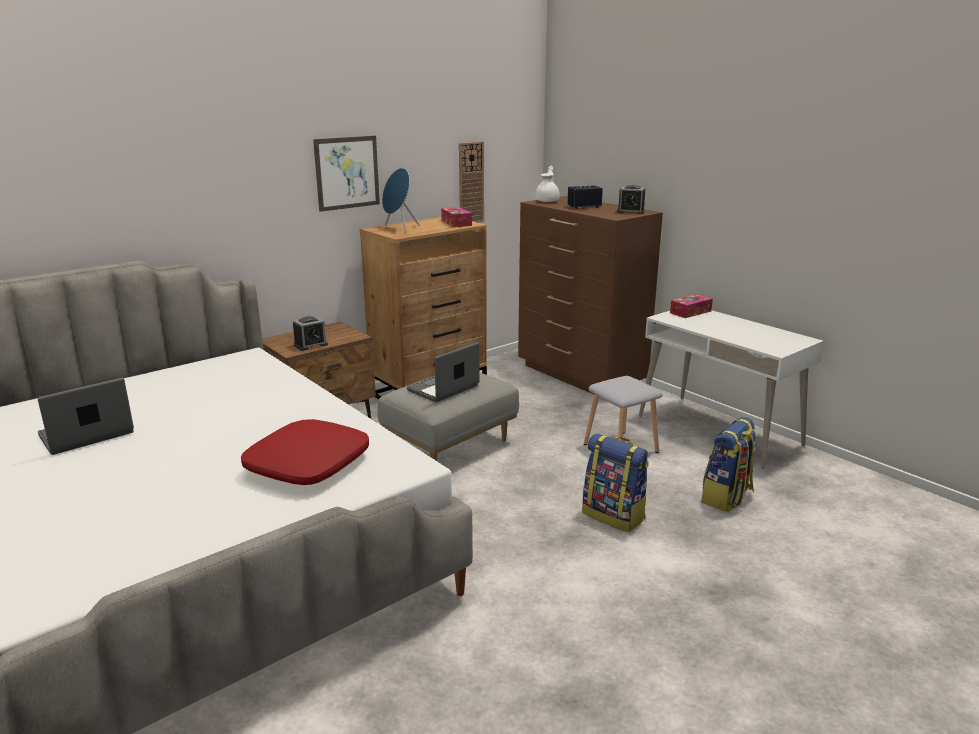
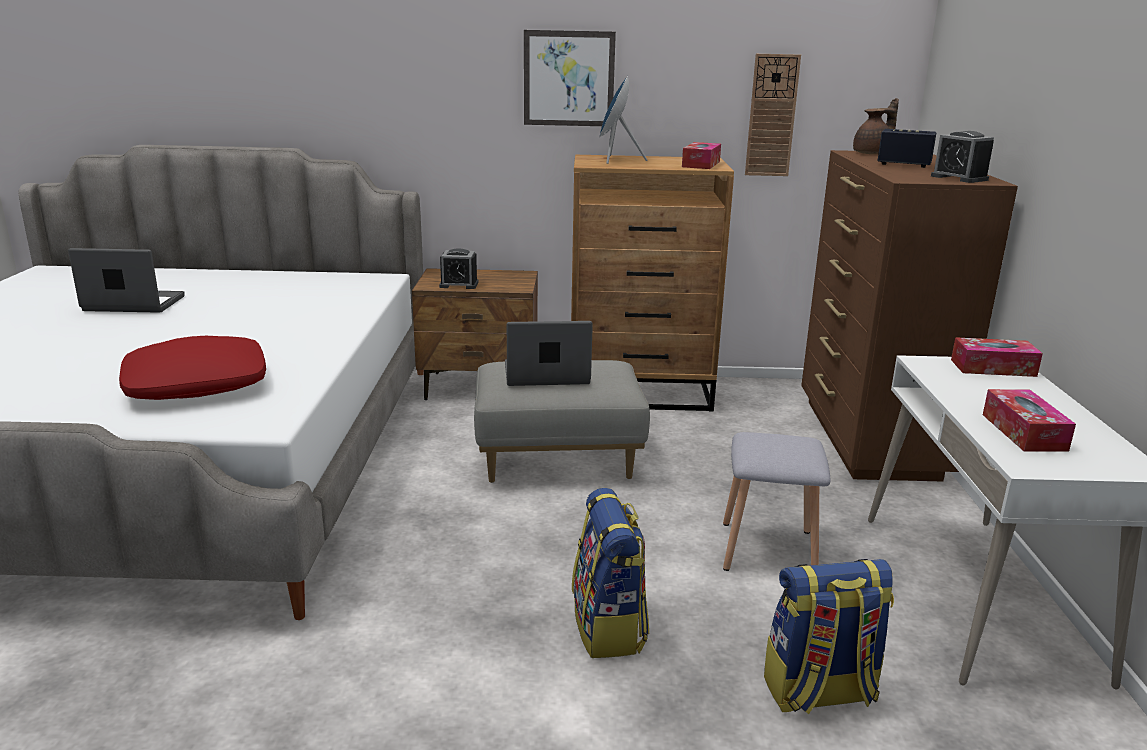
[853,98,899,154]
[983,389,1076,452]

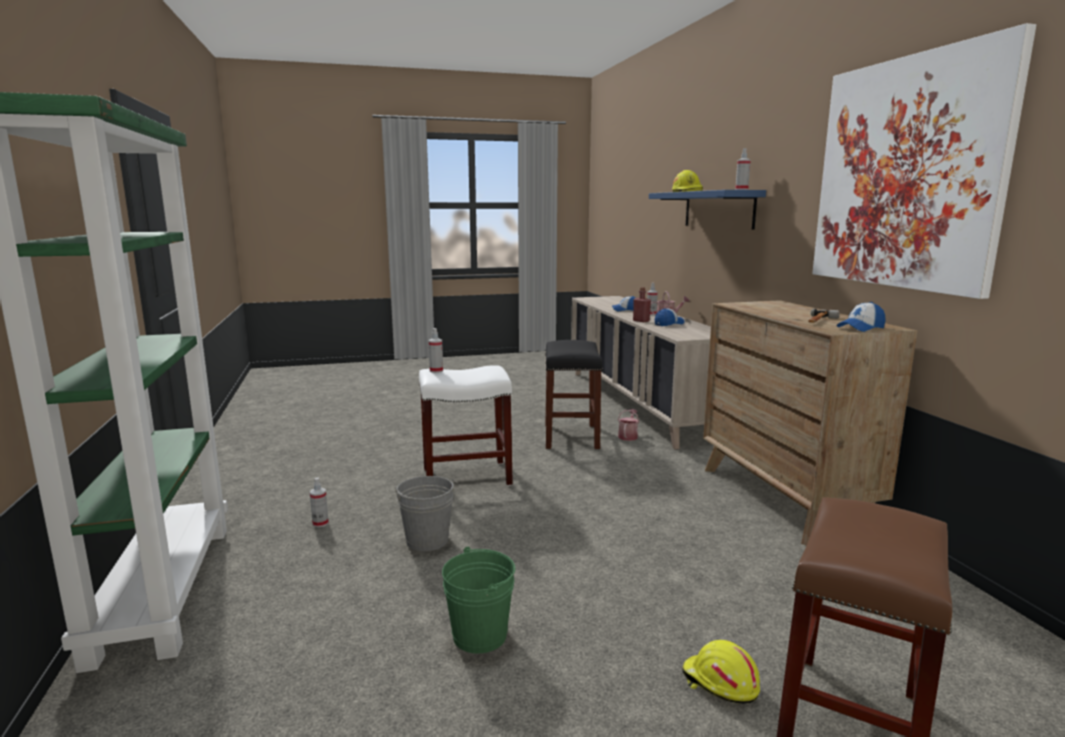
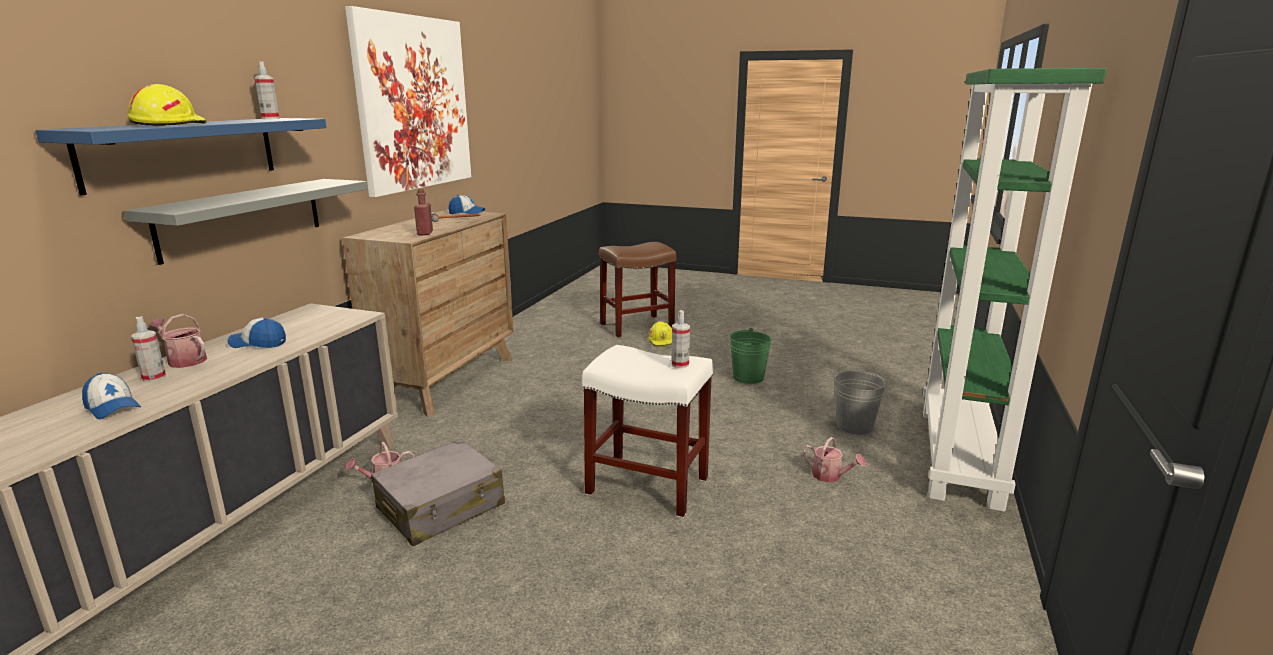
[123,179,368,265]
[371,439,505,546]
[414,189,433,235]
[803,437,866,482]
[831,371,889,435]

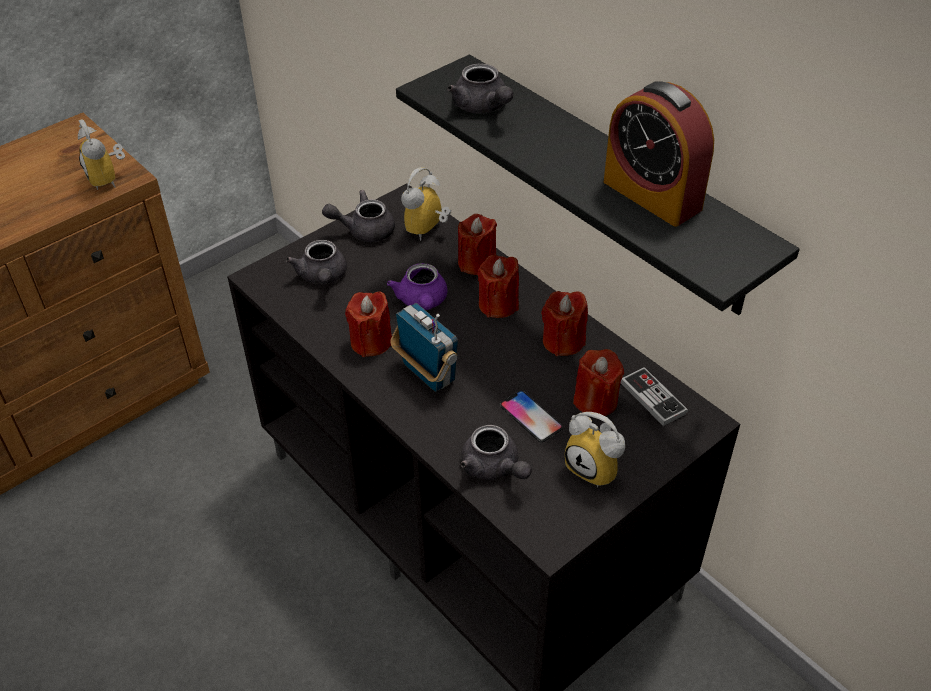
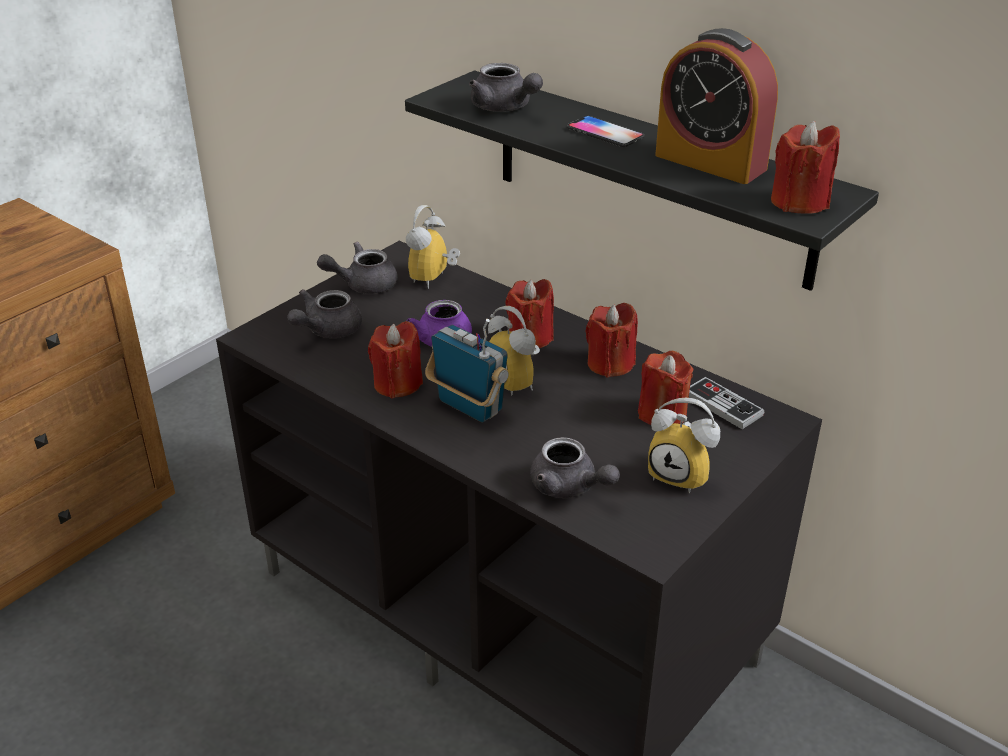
[287,289,362,338]
[488,306,540,396]
[567,116,645,147]
[771,121,840,214]

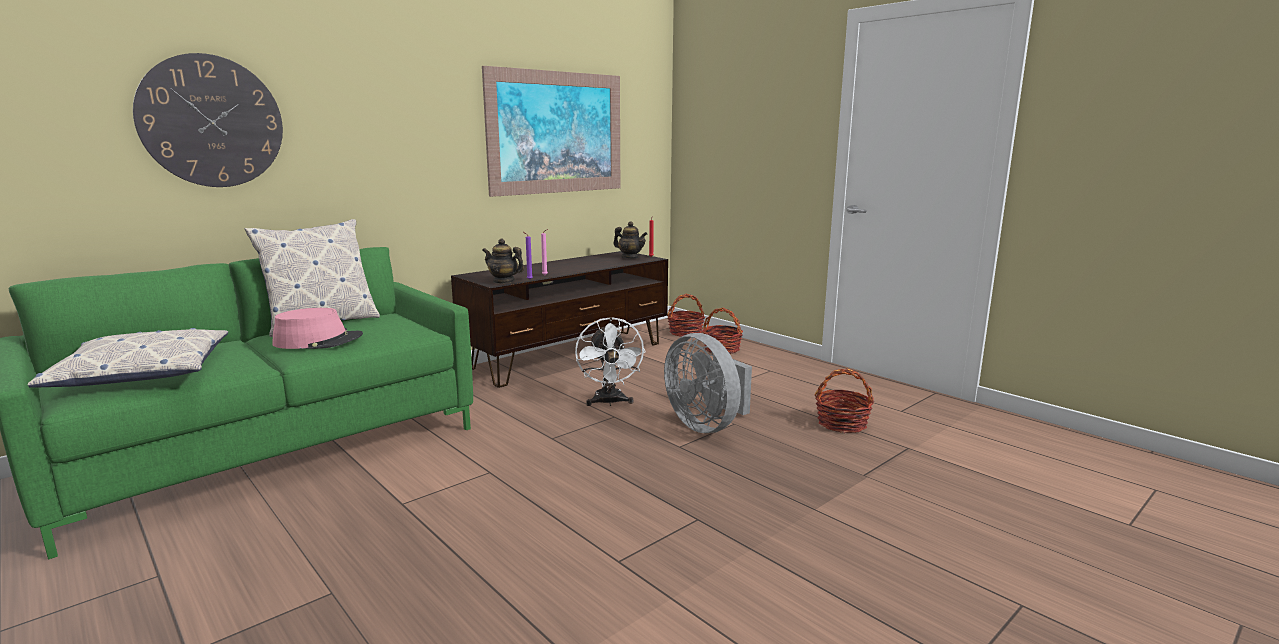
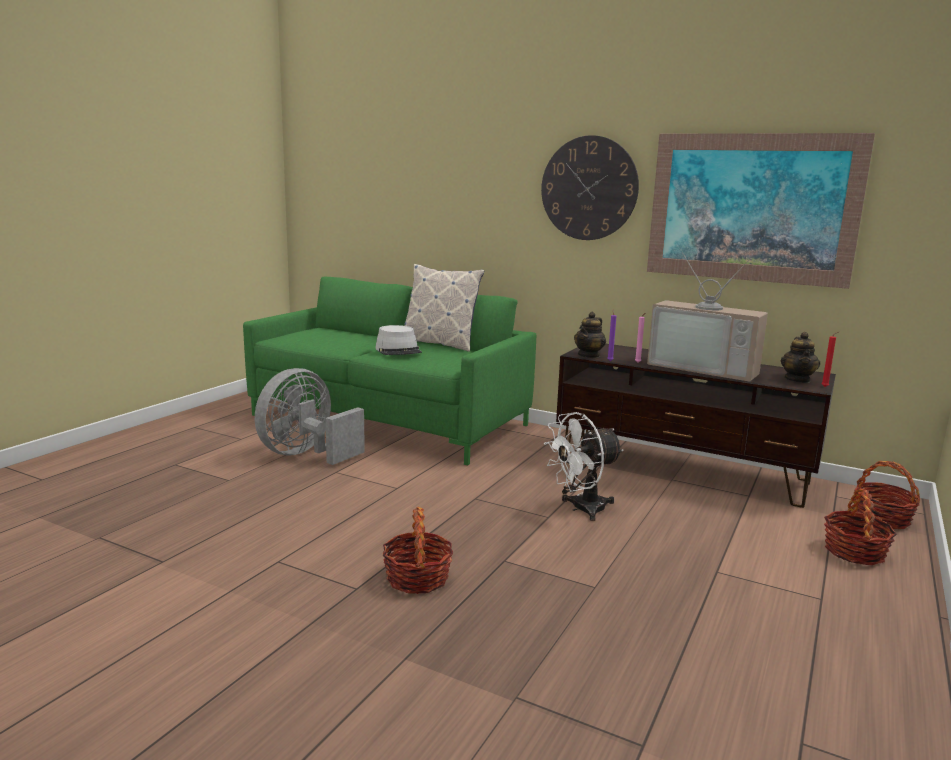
[255,368,365,465]
[376,325,422,355]
[382,507,453,594]
[541,135,639,240]
[574,312,606,358]
[647,252,768,381]
[27,328,228,388] (first image)

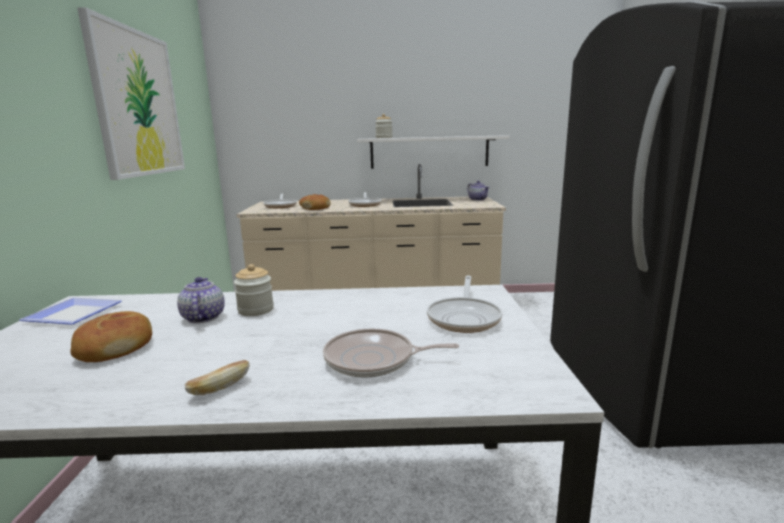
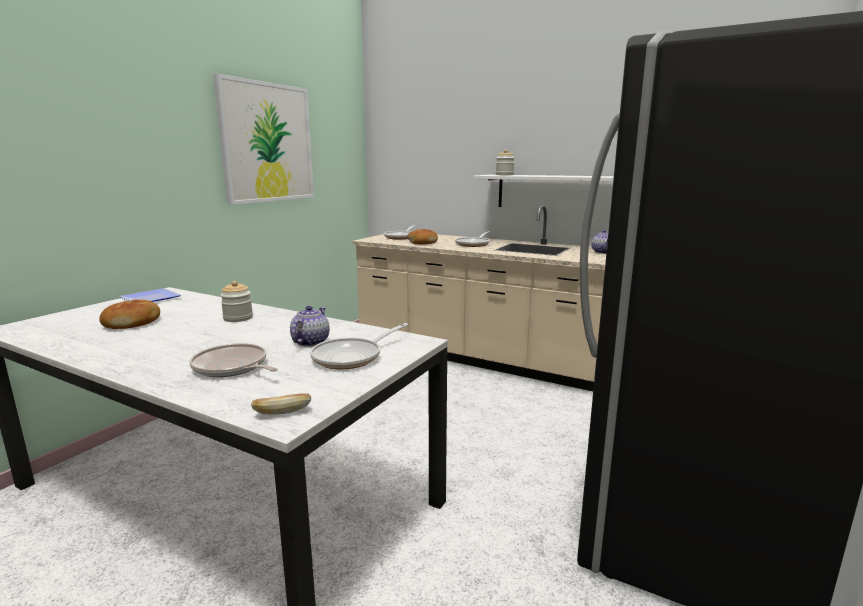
[251,393,311,415]
[290,306,330,347]

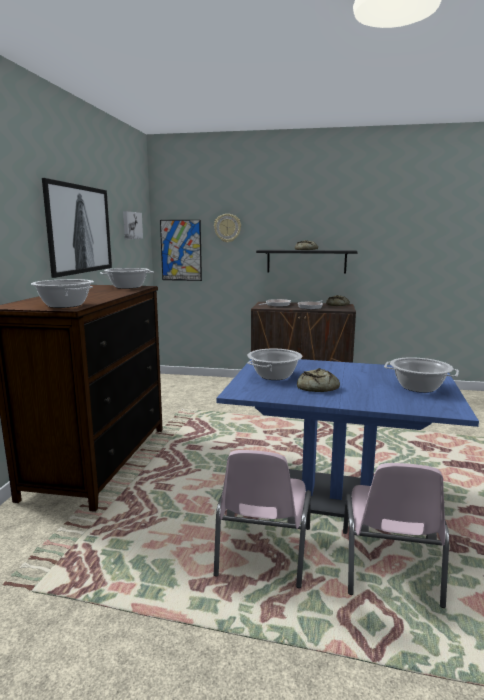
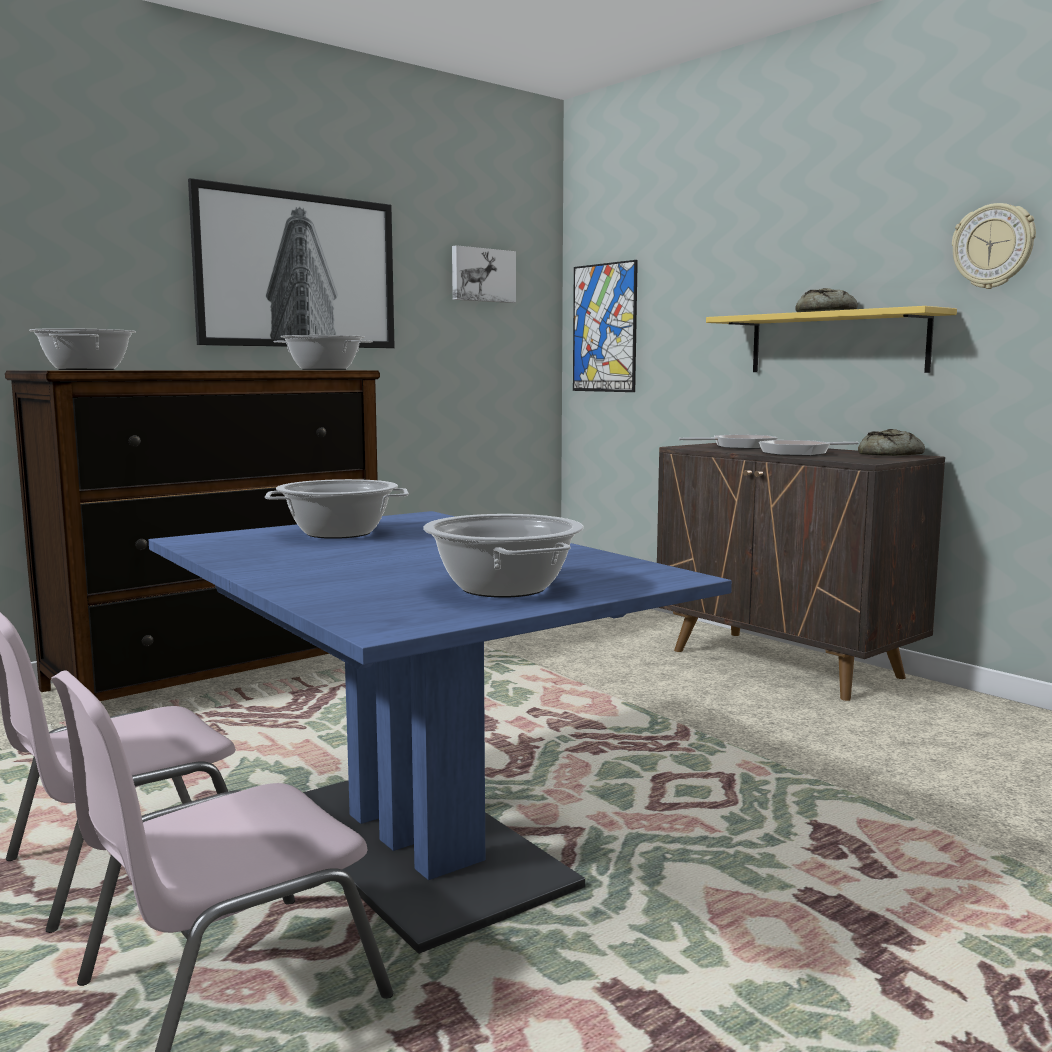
[706,306,957,373]
[952,203,1036,289]
[297,368,340,392] (first image)

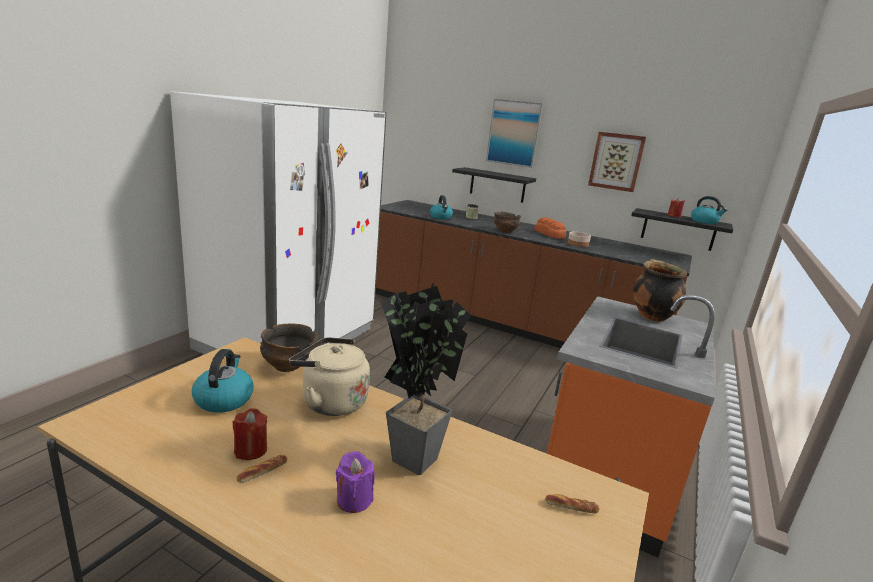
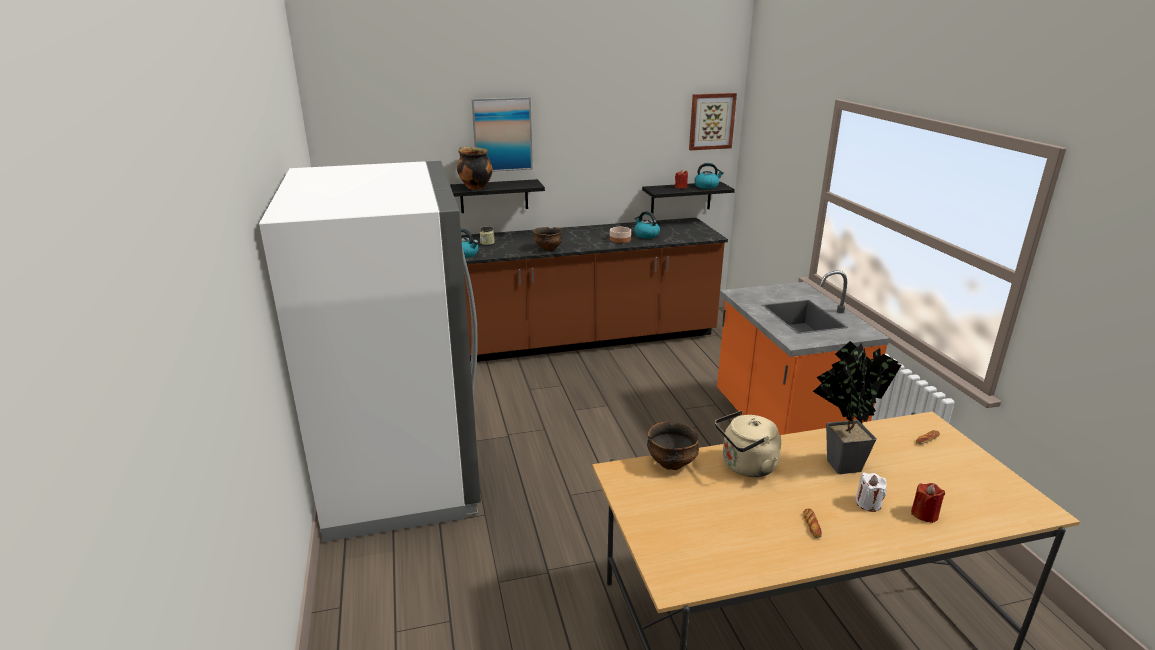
[457,147,493,190]
[634,211,660,239]
[689,93,737,150]
[856,472,887,512]
[911,483,945,523]
[534,217,566,239] (first image)

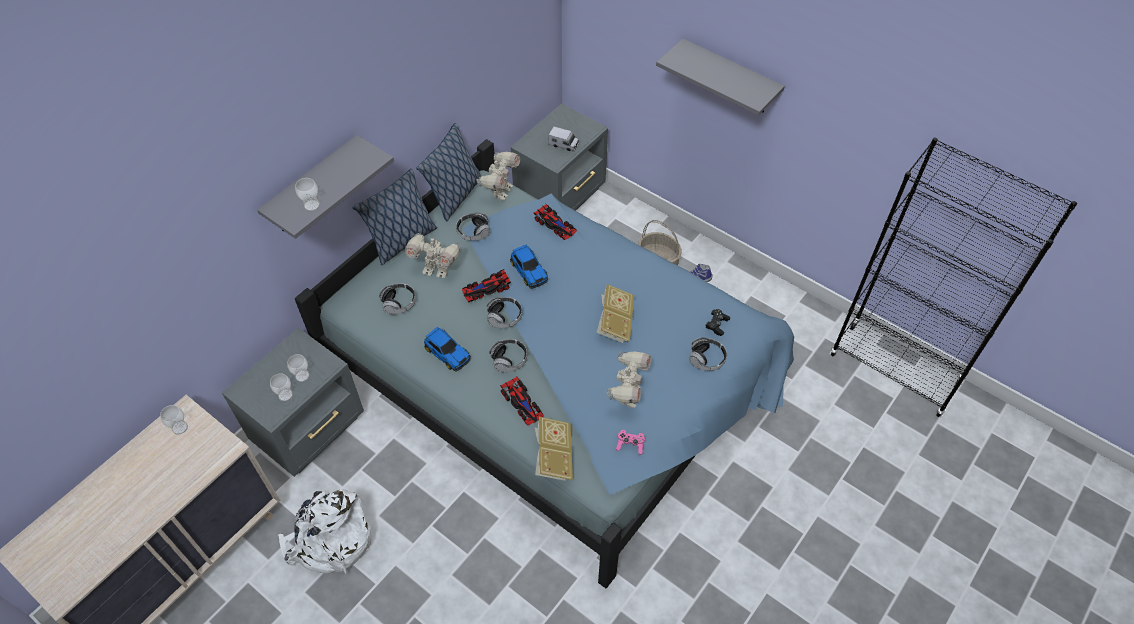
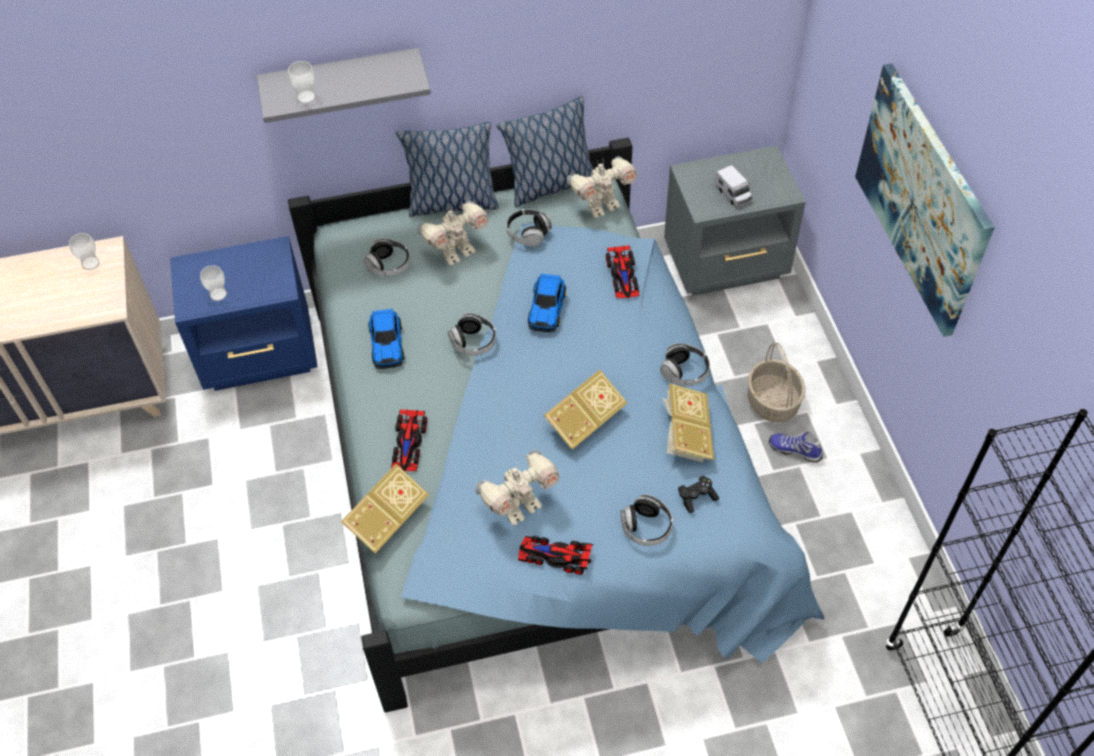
[170,236,318,391]
[417,201,489,265]
[518,536,593,575]
[660,343,710,386]
[663,383,714,462]
[855,63,995,337]
[278,489,372,574] (first image)
[287,354,310,382] (first image)
[616,430,645,455] (first image)

